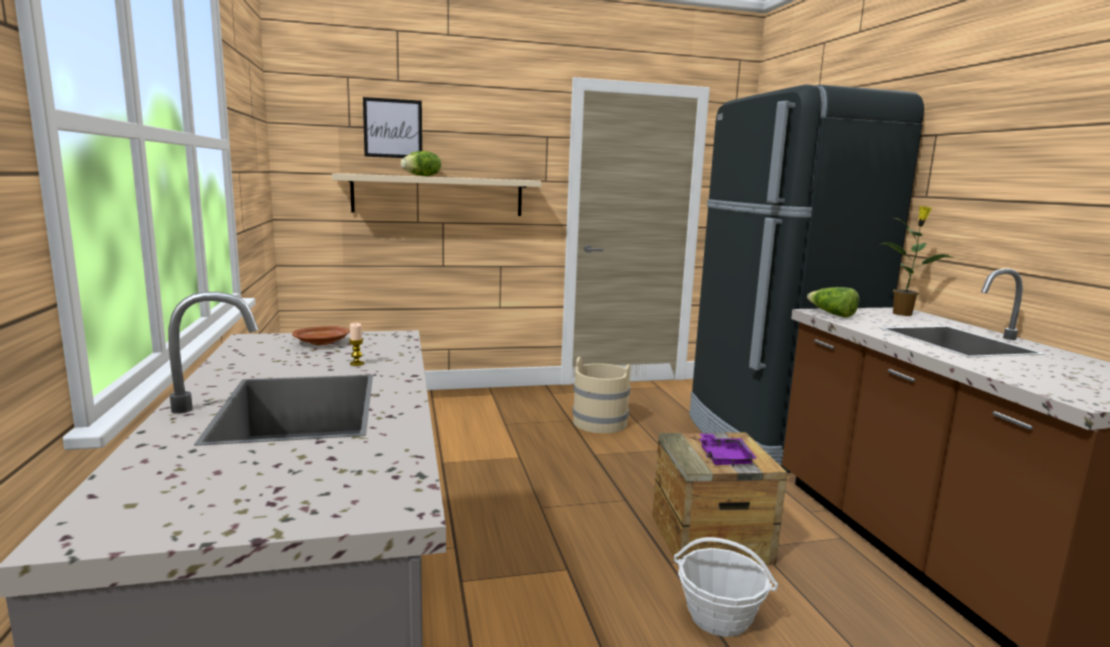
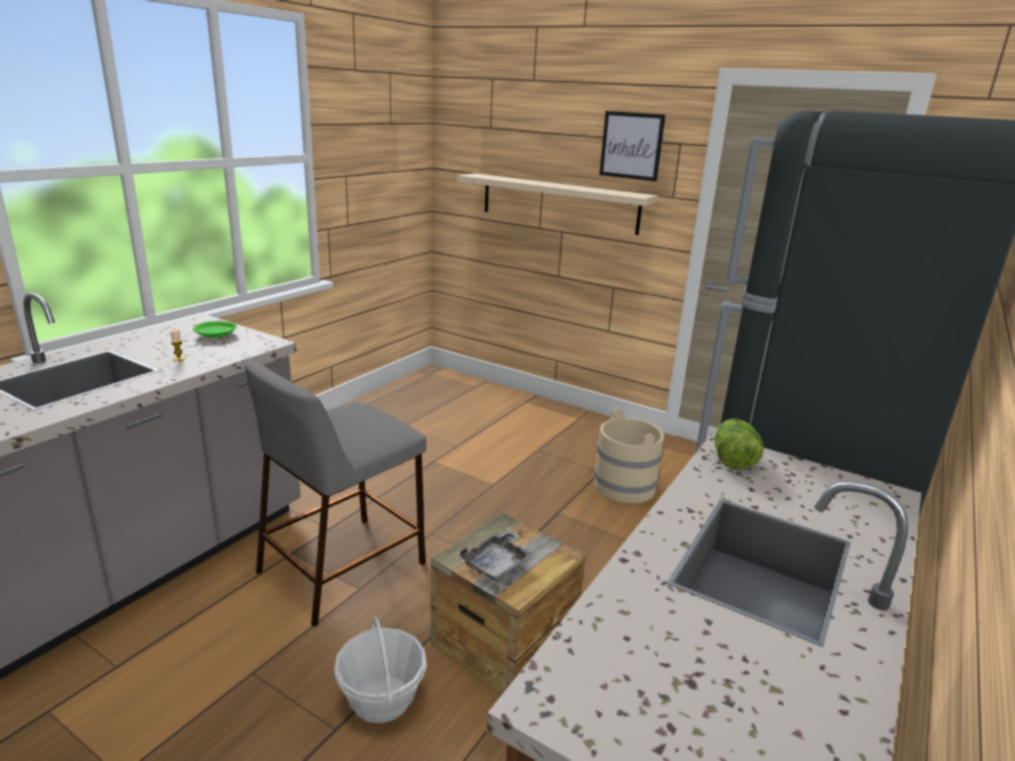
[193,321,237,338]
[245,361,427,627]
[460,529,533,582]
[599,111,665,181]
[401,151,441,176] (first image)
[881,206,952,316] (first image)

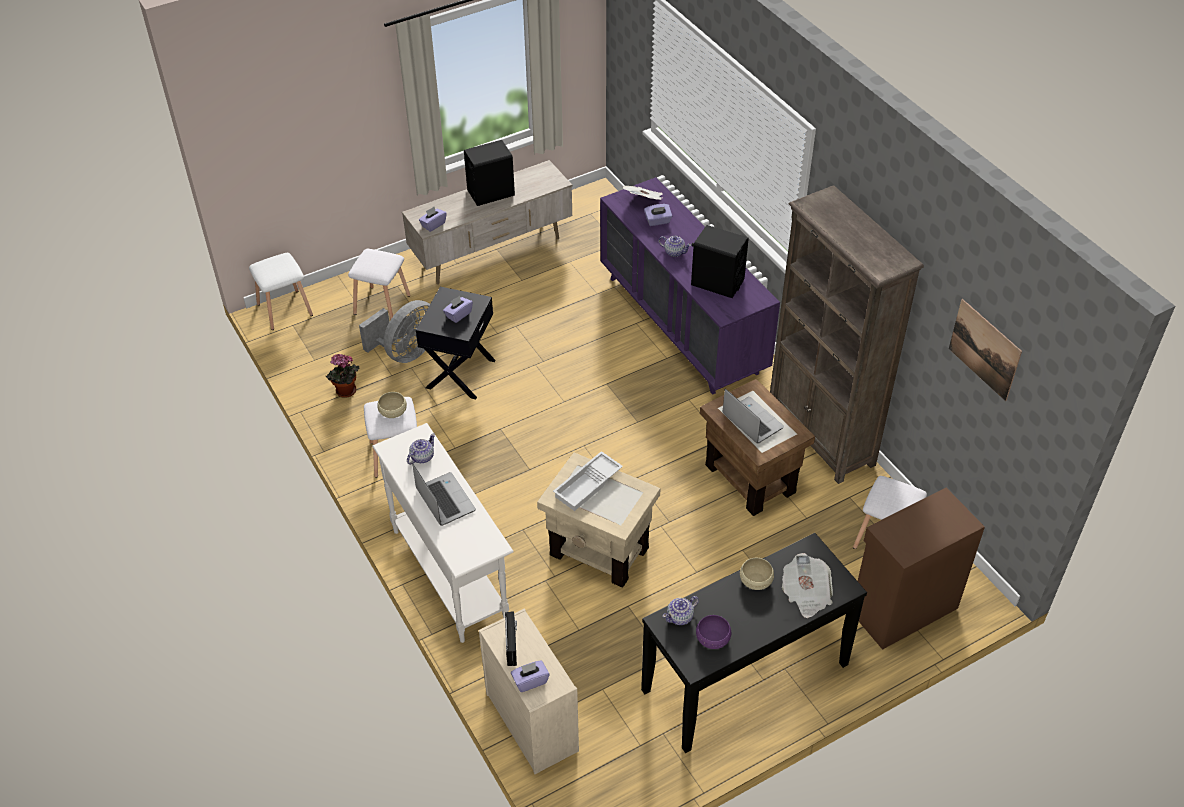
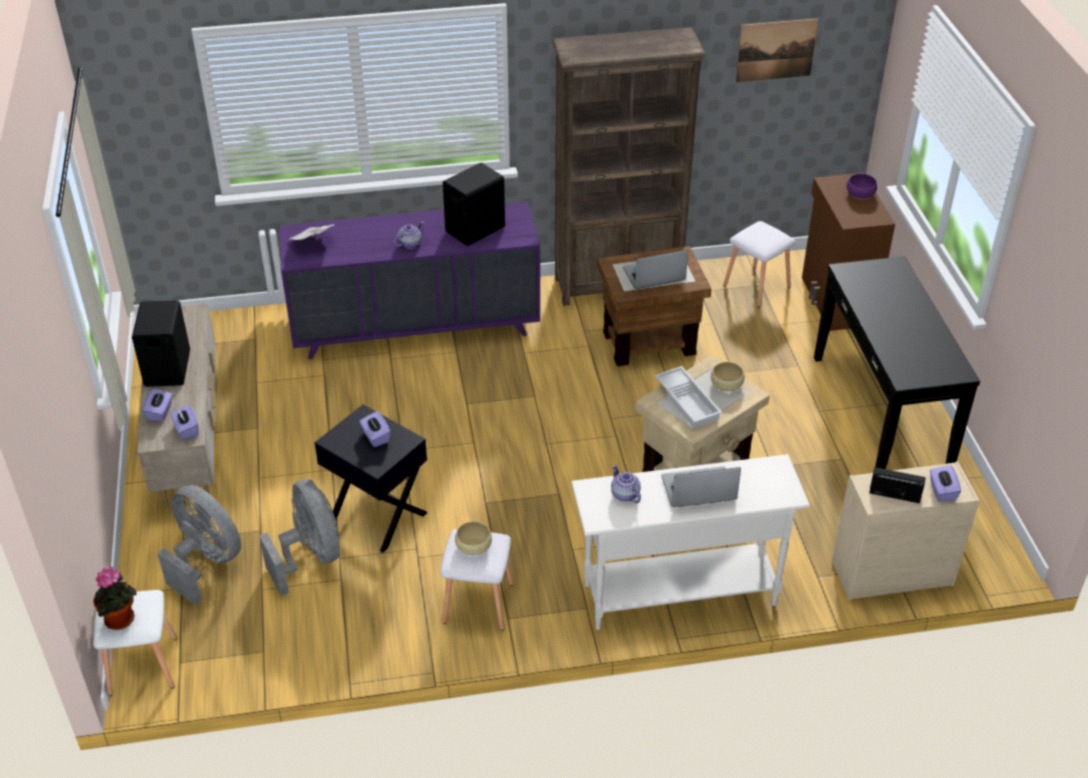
[93,566,137,630]
[142,388,172,422]
[157,485,241,605]
[711,362,745,391]
[847,174,877,199]
[663,596,699,625] (first image)
[782,553,833,618] (first image)

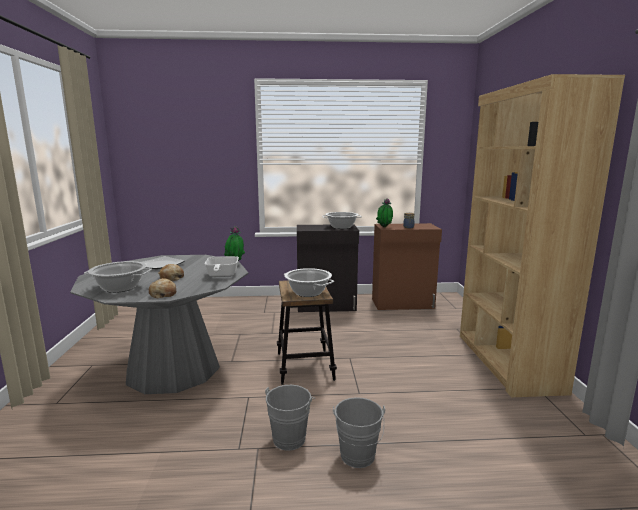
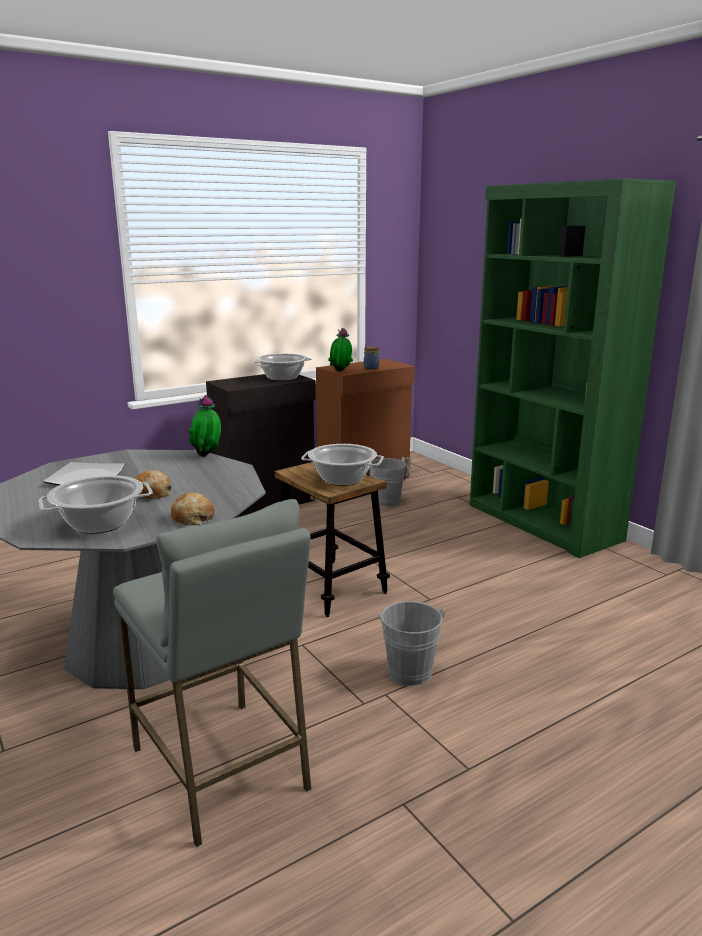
[113,499,311,847]
[369,457,411,507]
[470,178,676,558]
[205,256,239,277] (first image)

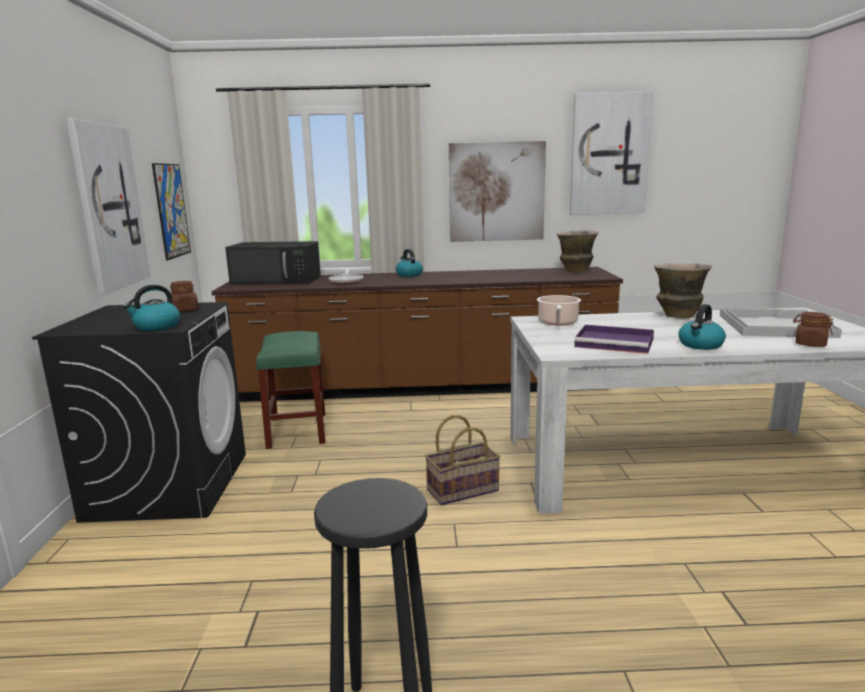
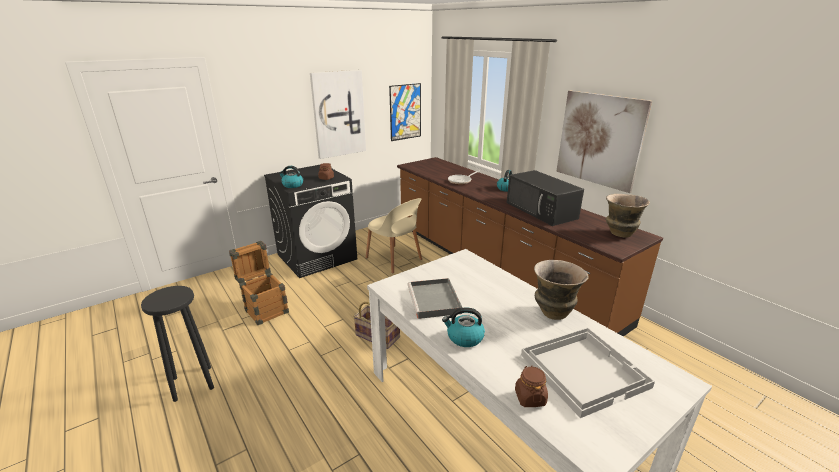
[229,241,289,325]
[366,198,422,274]
[407,278,462,319]
[507,170,584,226]
[537,295,581,326] (first image)
[570,91,653,215] (first image)

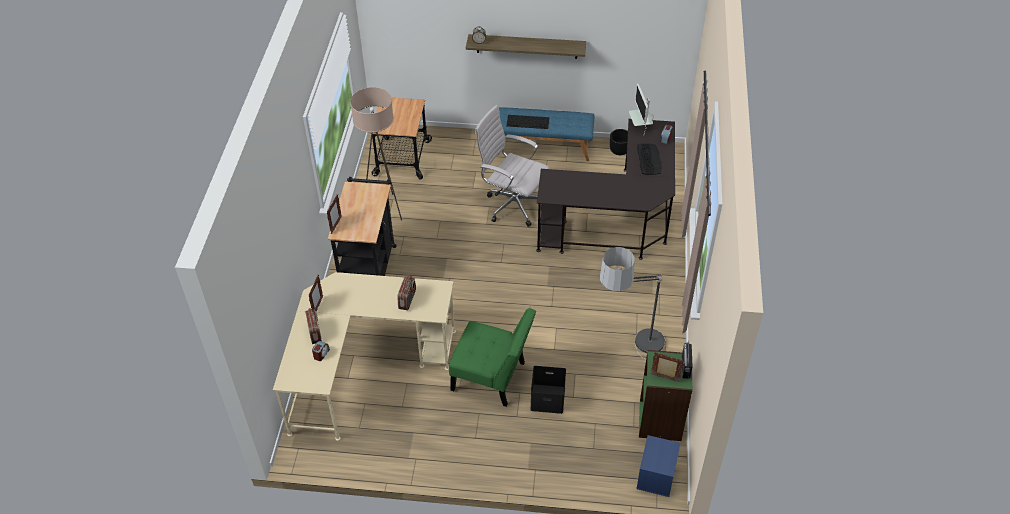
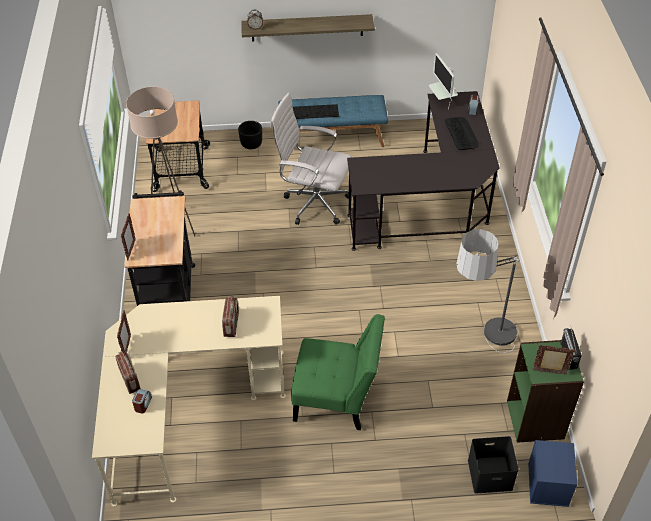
[238,121,262,149]
[468,436,519,494]

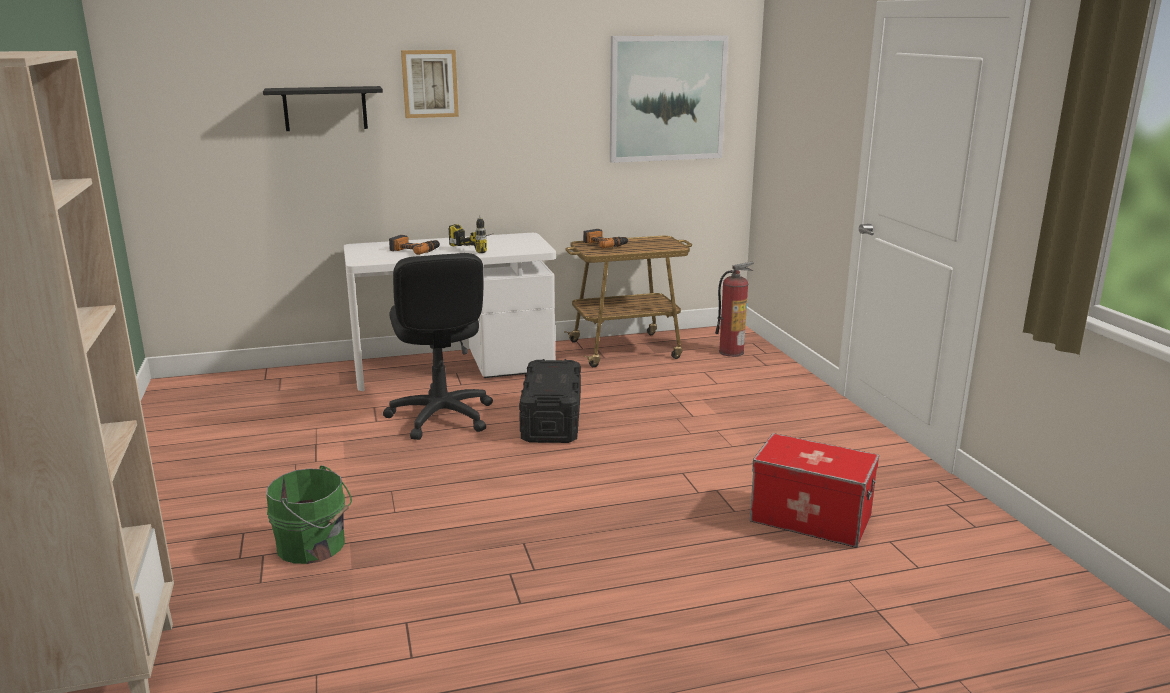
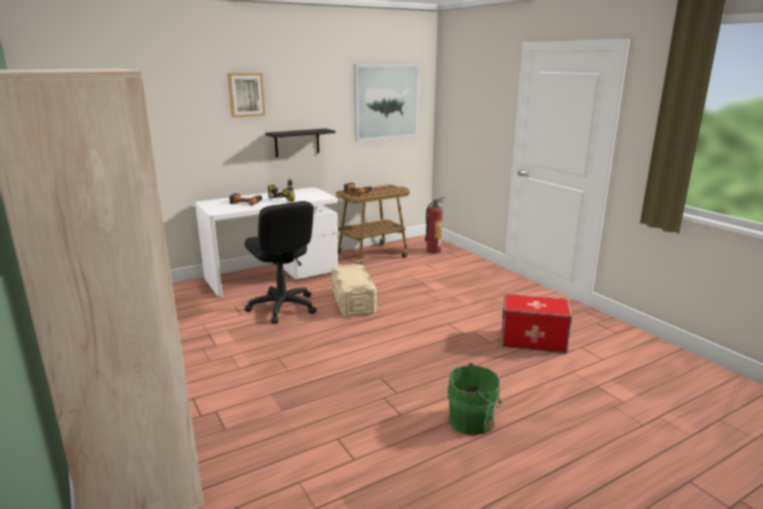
[265,129,335,157]
[331,263,377,317]
[447,363,502,435]

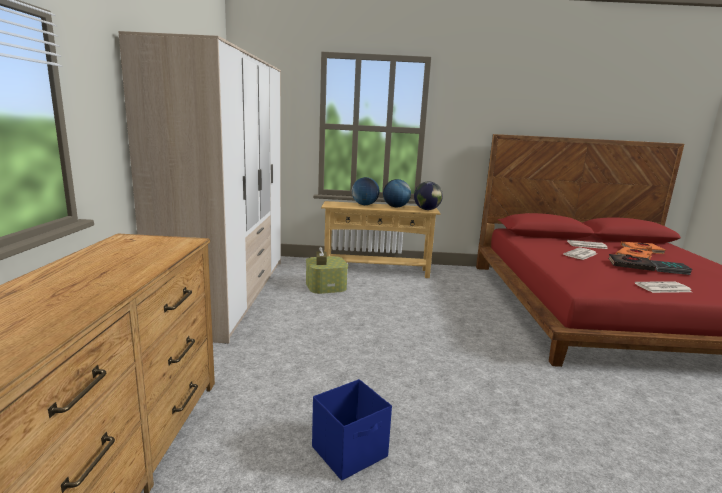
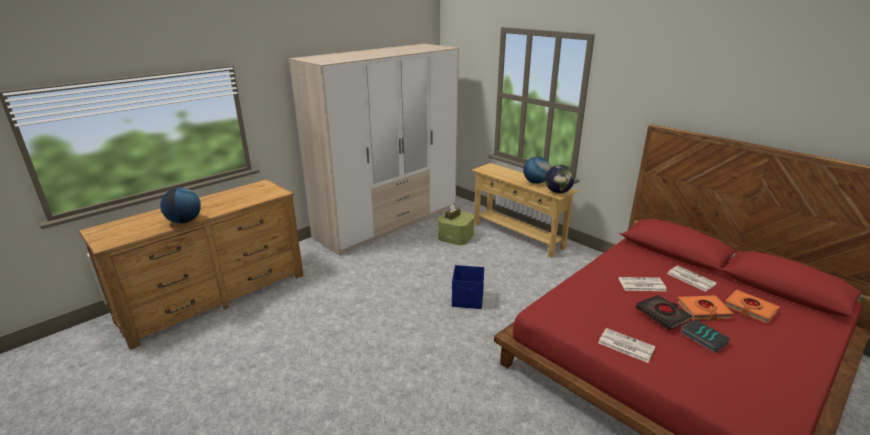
[160,188,201,224]
[452,265,484,309]

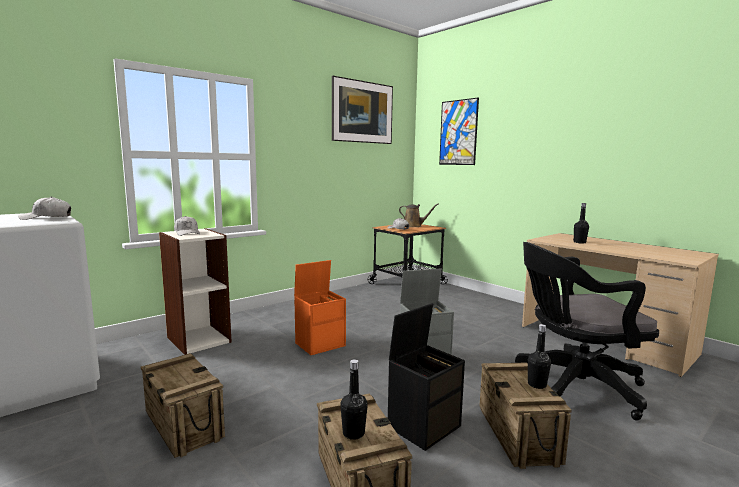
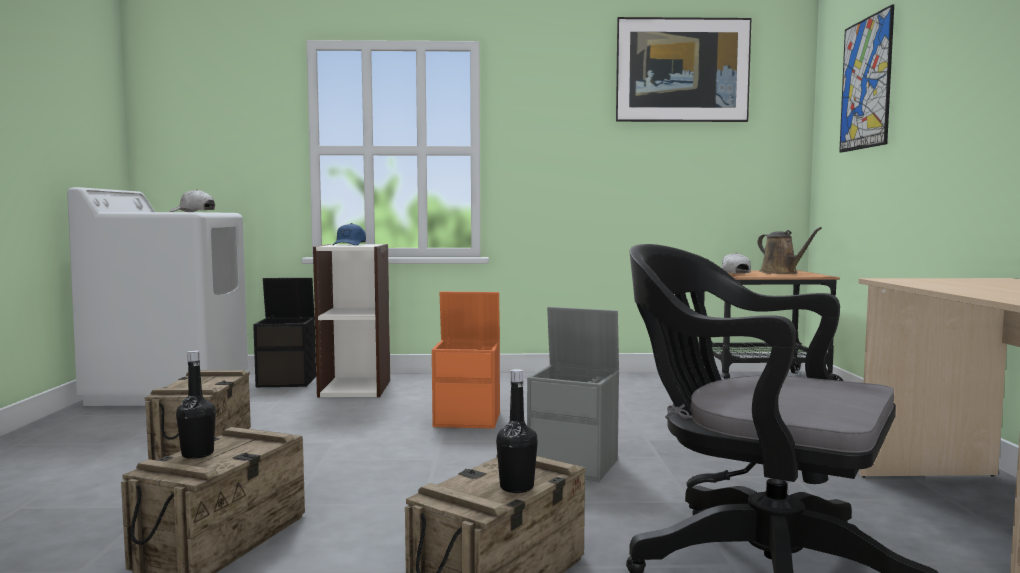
[253,278,316,387]
[333,223,366,245]
[573,203,589,243] (first image)

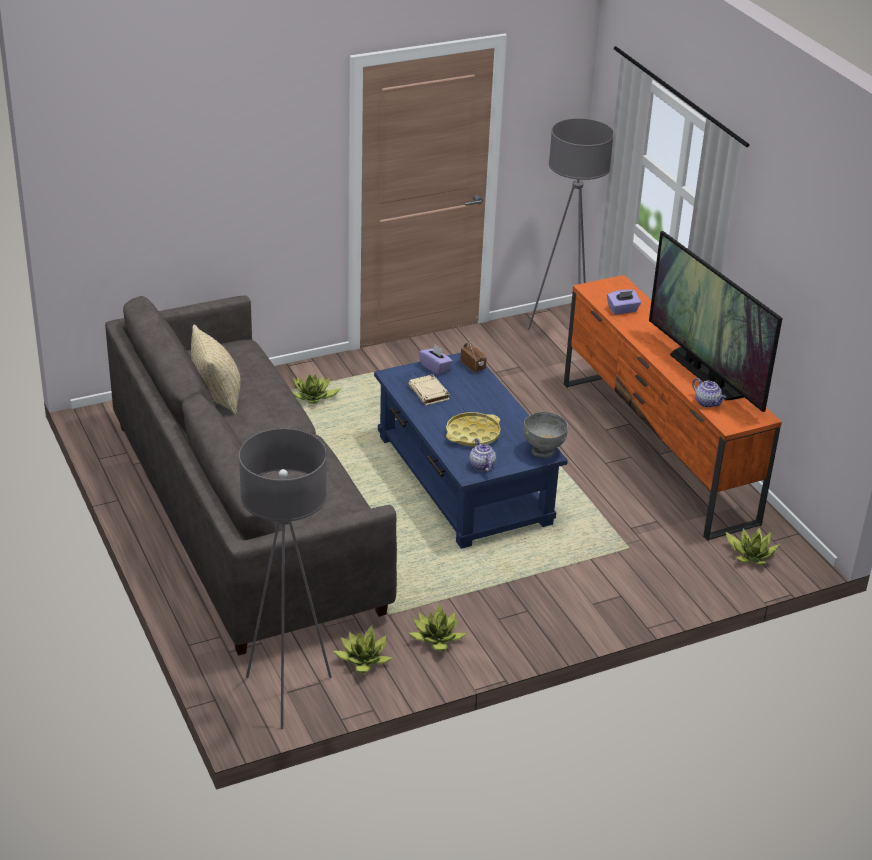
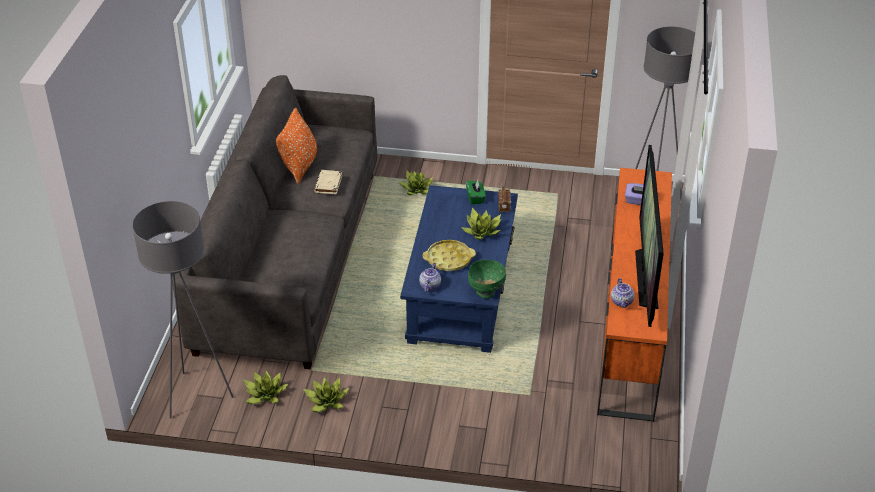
[276,108,317,184]
[314,170,342,194]
[461,208,501,240]
[466,180,486,204]
[468,260,506,298]

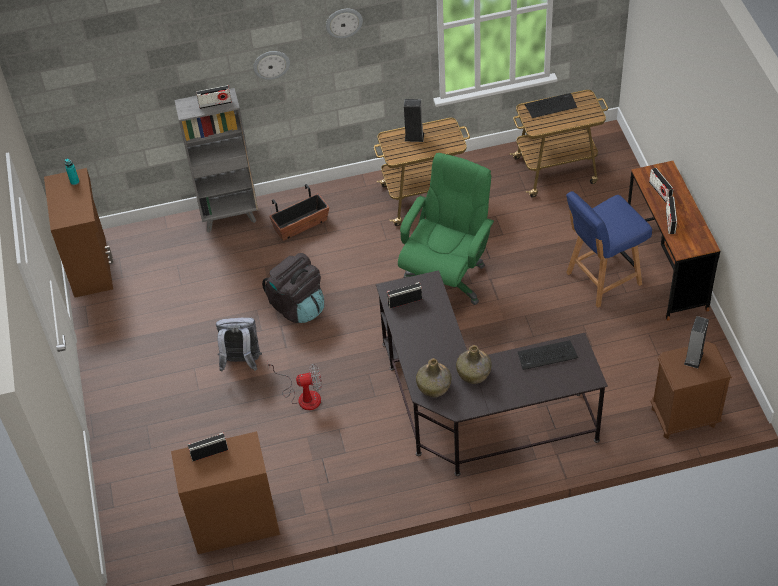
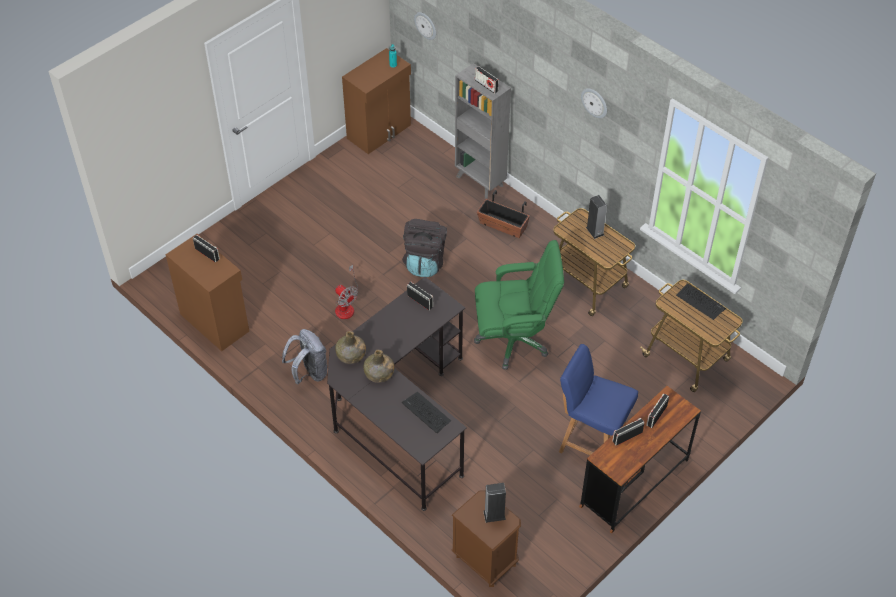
[282,329,327,384]
[414,12,436,40]

